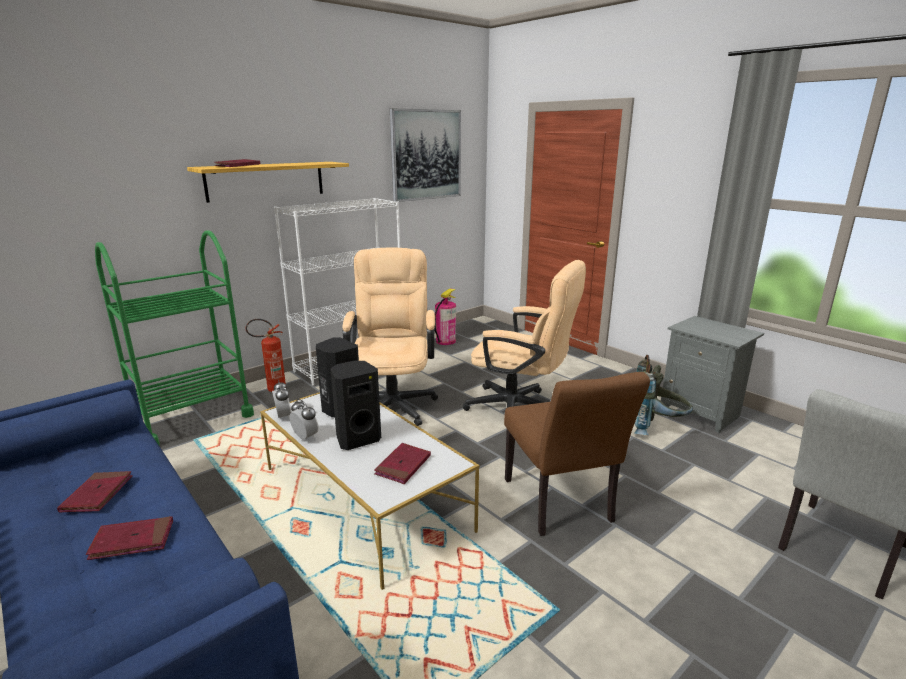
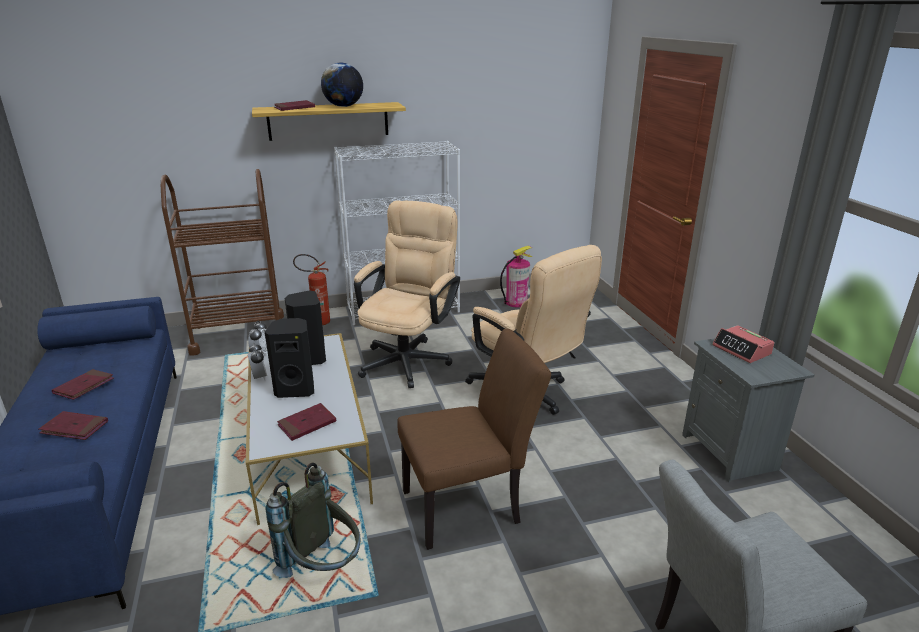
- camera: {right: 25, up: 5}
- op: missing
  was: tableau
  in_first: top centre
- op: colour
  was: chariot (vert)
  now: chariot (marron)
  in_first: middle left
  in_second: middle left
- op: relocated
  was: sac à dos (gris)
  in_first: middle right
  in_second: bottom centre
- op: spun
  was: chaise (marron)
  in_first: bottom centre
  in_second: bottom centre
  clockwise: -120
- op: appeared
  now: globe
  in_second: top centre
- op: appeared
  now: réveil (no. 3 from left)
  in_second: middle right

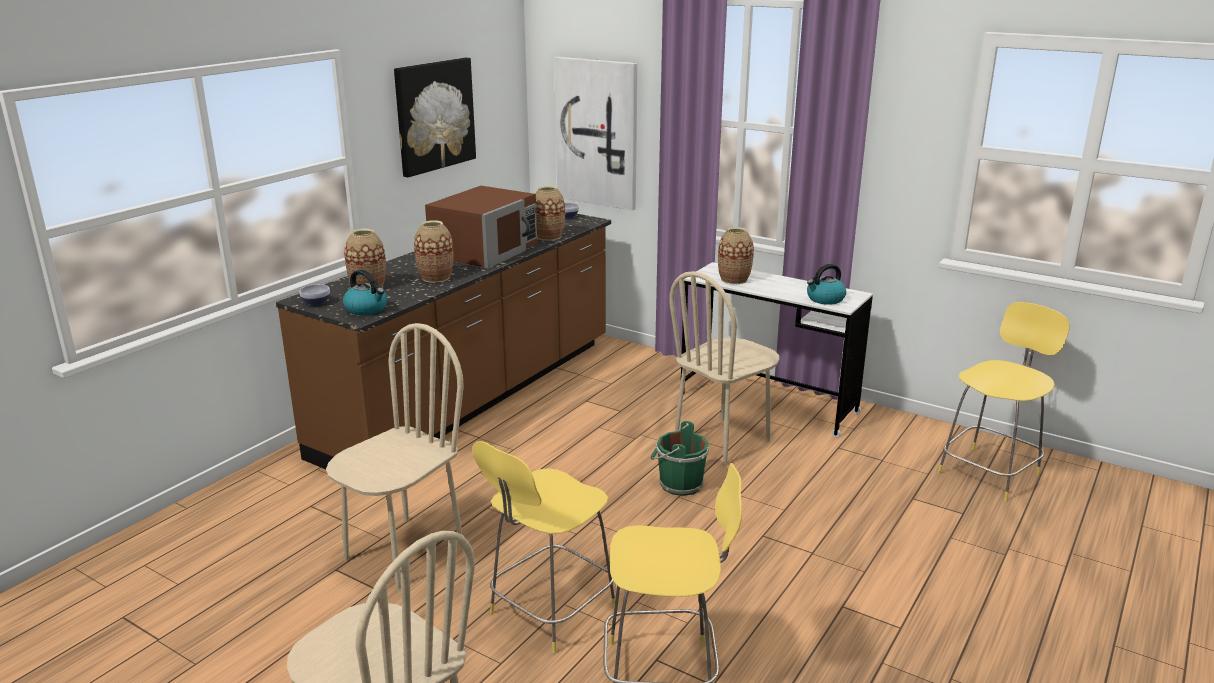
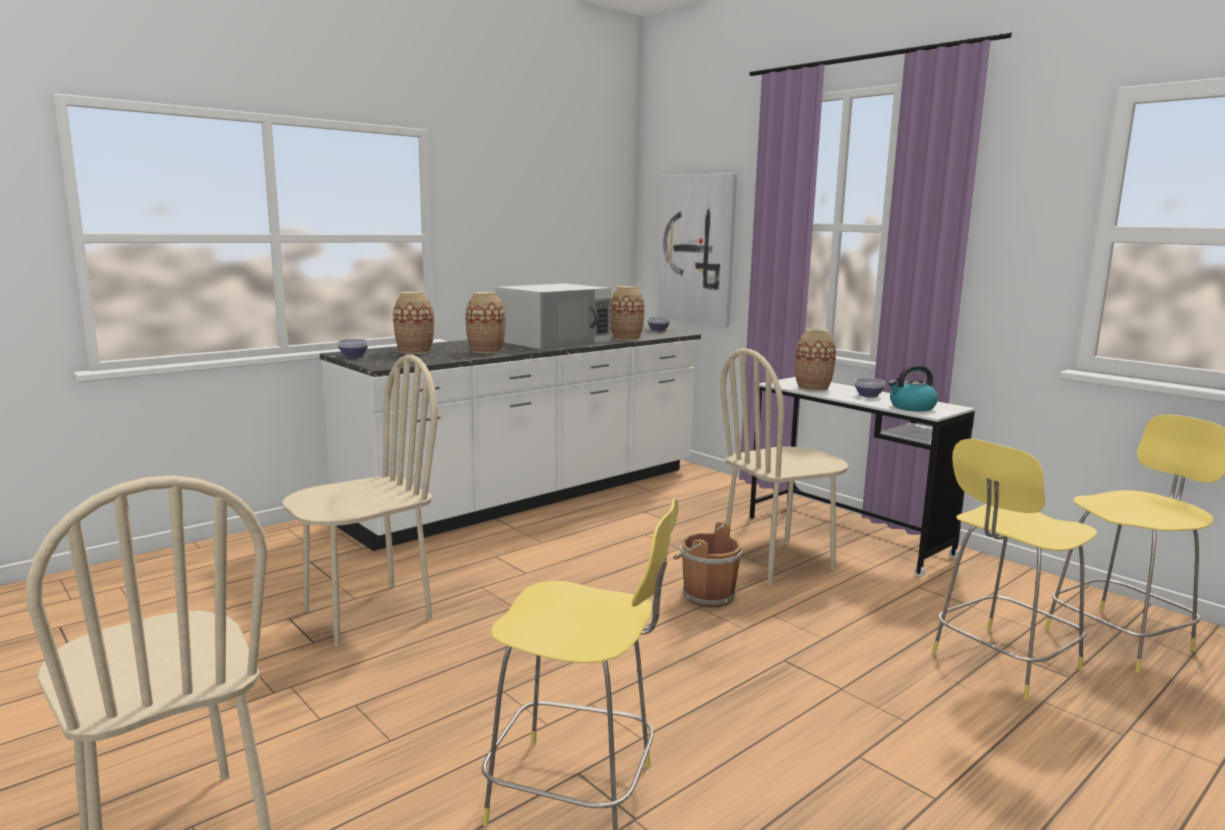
- camera: {right: 15, up: -10}
- op: missing
  was: tableau (no. 1 from left)
  in_first: top centre
- op: colour
  was: micro-ondes (marron)
  now: micro-ondes (blanc)
  in_first: top centre
  in_second: centre
- op: colour
  was: comptoir de cuisine (marron)
  now: comptoir de cuisine (blanc)
  in_first: centre
  in_second: centre
- op: missing
  was: bouilloire (no. 1 from left)
  in_first: middle left
- op: colour
  was: seau (vert)
  now: seau (marron)
  in_first: bottom centre
  in_second: bottom centre
- op: relocated
  was: tabouret (jaune) (no. 1 from left in the first image)
  now: tabouret (jaune) (no. 2 from left)
  in_first: bottom centre
  in_second: bottom right
- op: appeared
  now: bol (no. 3 from left)
  in_second: middle right

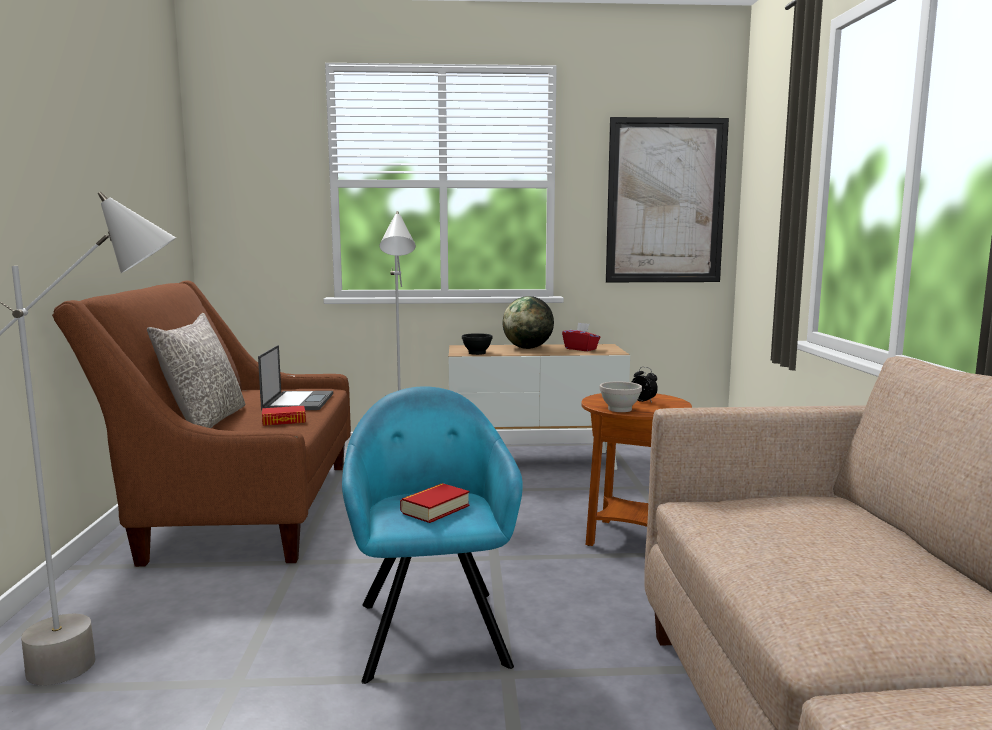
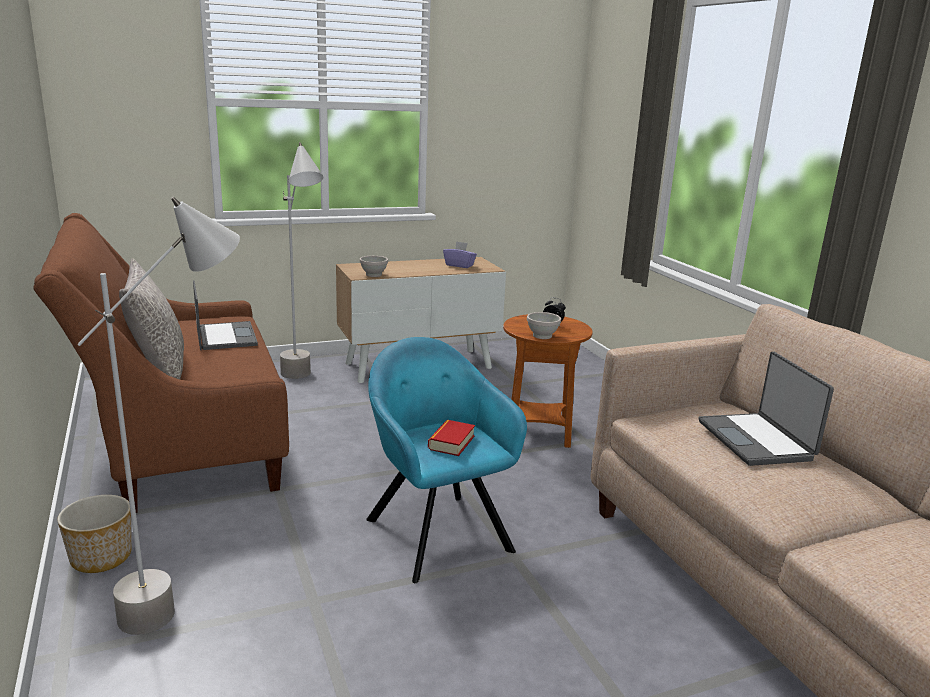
- camera: {right: -20, up: 10}
- op: missing
  was: tableau
  in_first: top right
- op: missing
  was: globe
  in_first: centre
- op: colour
  was: boîte à mouchoirs (rouge)
  now: boîte à mouchoirs (violet)
  in_first: centre
  in_second: centre
- op: colour
  was: bol (noir)
  now: bol (blanc) (no. 1 from left)
  in_first: centre
  in_second: centre
- op: missing
  was: livre (no. 1 from left)
  in_first: middle left
- op: appeared
  now: ordinateur portable (no. 2 from left)
  in_second: middle right
- op: appeared
  now: cache-pot
  in_second: bottom left

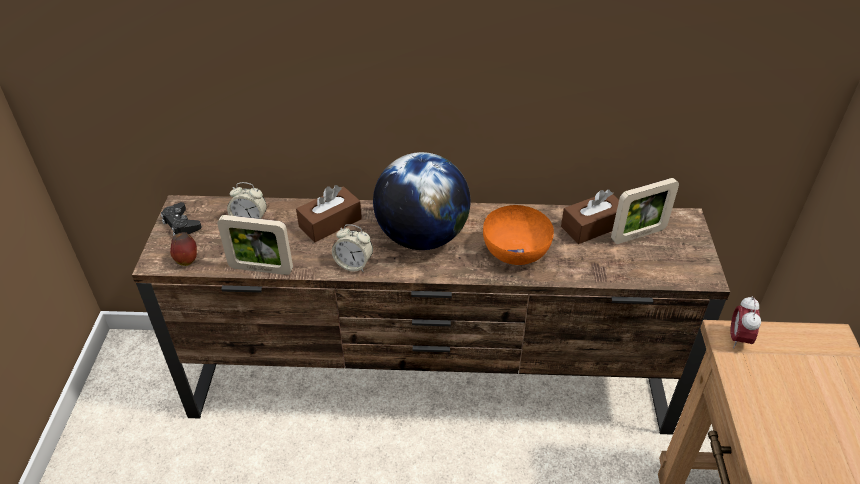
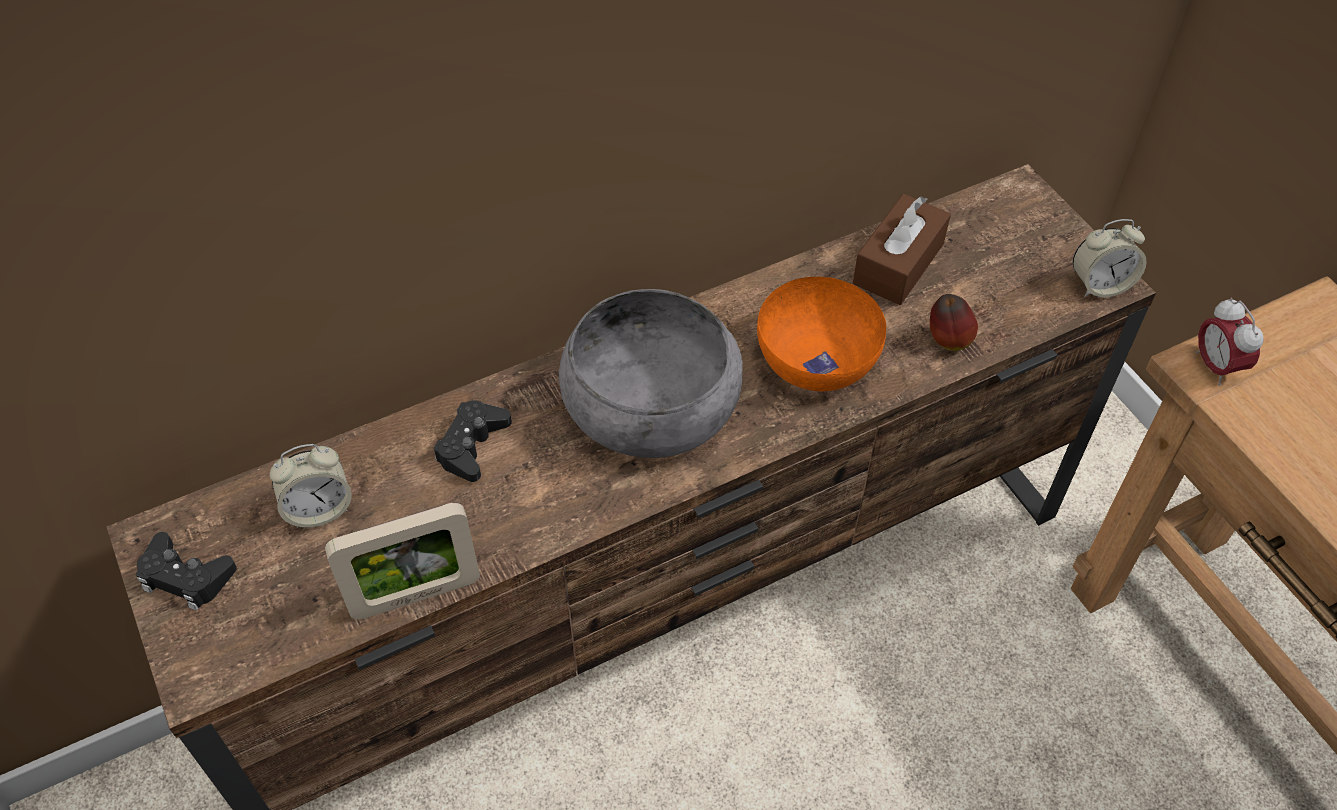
- camera: {right: -30, up: 10}
- op: exchanged
  was: globe
  now: bol (gris)
  in_first: centre
  in_second: centre
- op: missing
  was: cadre photo (no. 2 from left)
  in_first: middle right
- op: exchanged
  was: boîte à mouchoirs (marron) (no. 1 from left)
  now: manette (noir) (no. 2 from left)
  in_first: centre
  in_second: centre
- op: relocated
  was: réveil (no. 2 from left)
  in_first: centre
  in_second: top right
- op: relocated
  was: pomme
  in_first: middle left
  in_second: middle right

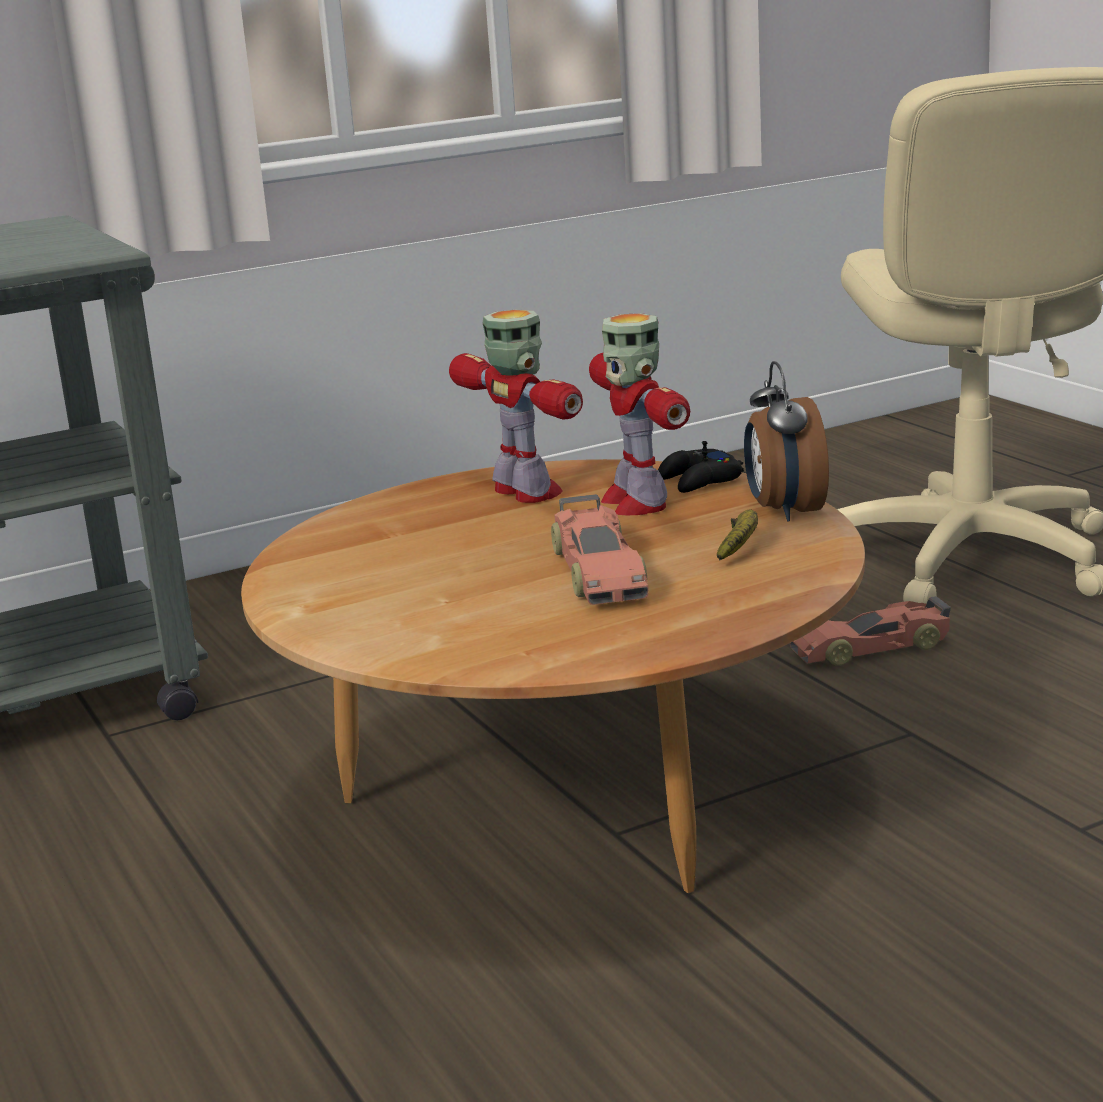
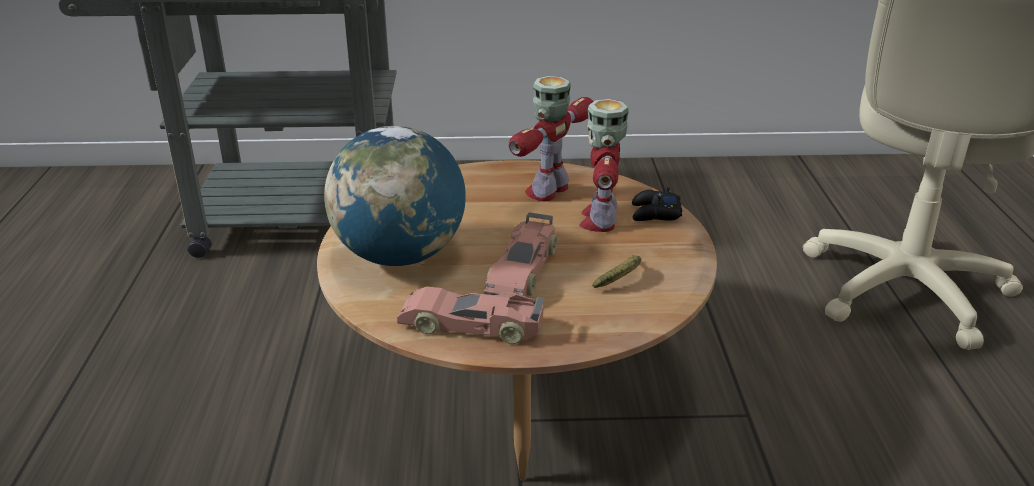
- camera: {right: 25, up: 10}
- op: spun
  was: robot jouet (no. 1 from left)
  in_first: centre
  in_second: top centre
  clockwise: -135
- op: missing
  was: réveil
  in_first: middle right
- op: relocated
  was: petite voiture (no. 2 from left in the first image)
  now: petite voiture (no. 1 from left)
  in_first: middle right
  in_second: centre
- op: appeared
  now: globe
  in_second: centre

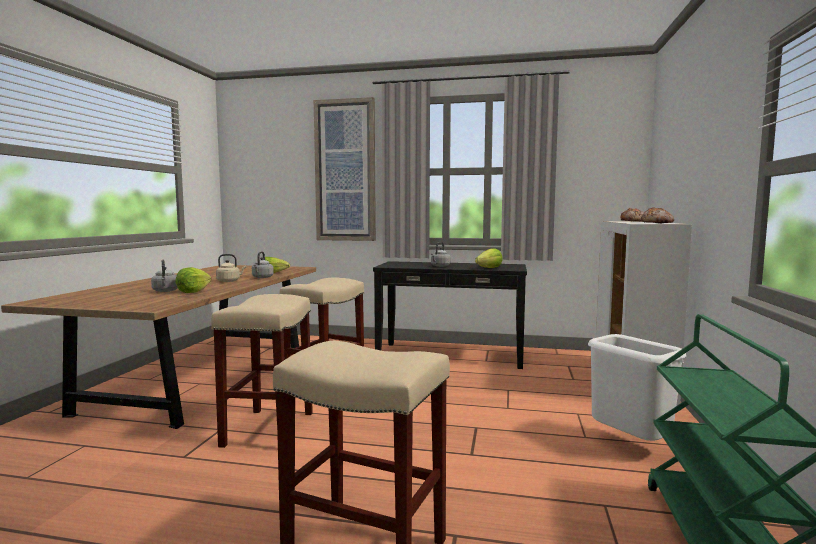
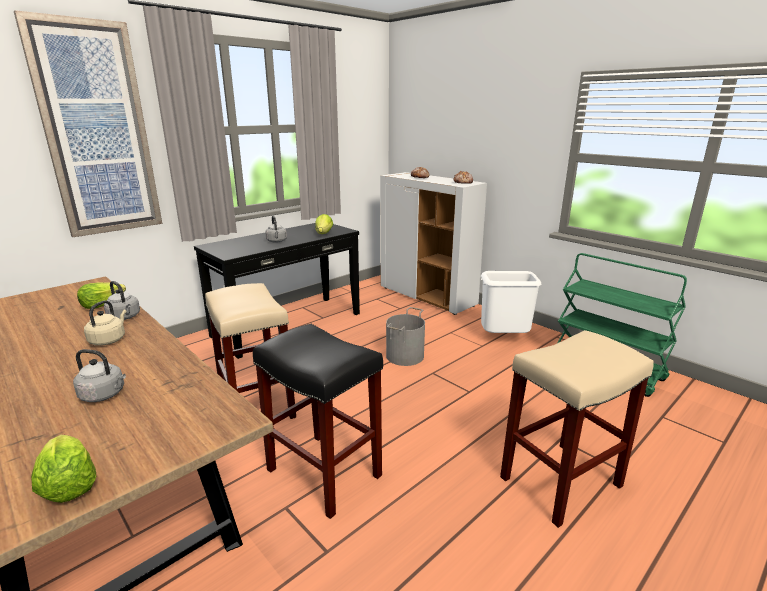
- camera: {right: -55, up: 15}
- op: relocated
  was: laitue (no. 1 from left)
  in_first: middle left
  in_second: bottom left
- op: colour
  was: tabouret (beige) (no. 1 from left)
  now: tabouret (noir)
  in_first: bottom left
  in_second: bottom centre
- op: appeared
  now: seau (gris)
  in_second: centre

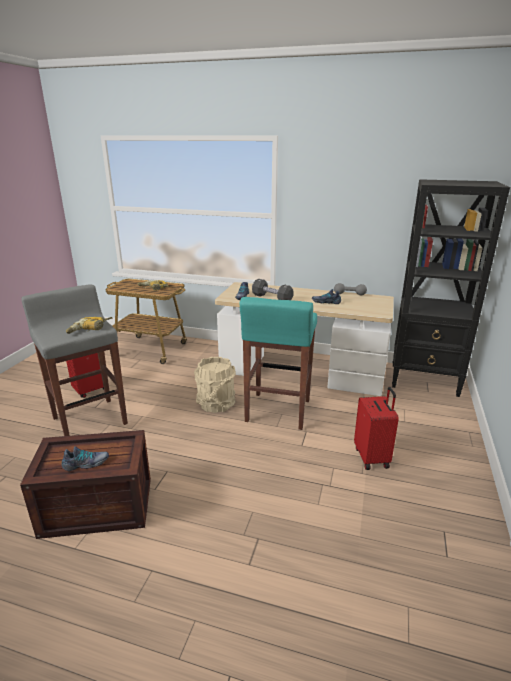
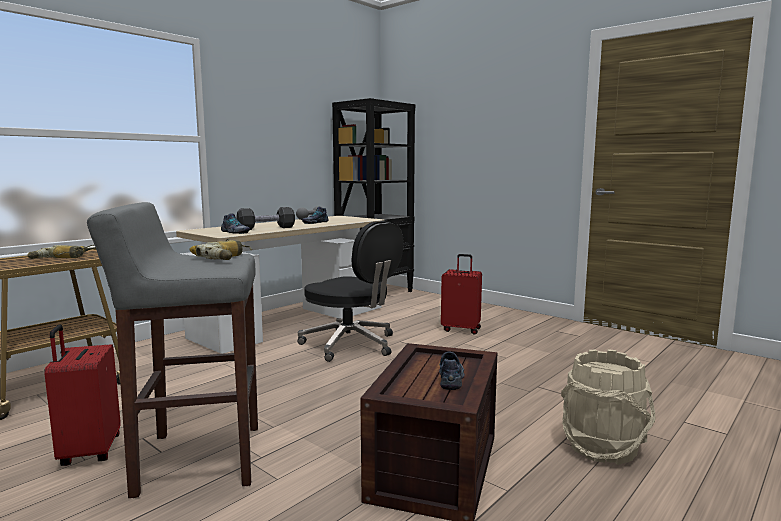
- camera: {right: -65, up: -15}
- op: exchanged
  was: tabouret (turquoise)
  now: chaise de bureau (noir)
  in_first: centre
  in_second: centre
- op: relocated
  was: seau (beige)
  in_first: centre
  in_second: bottom right

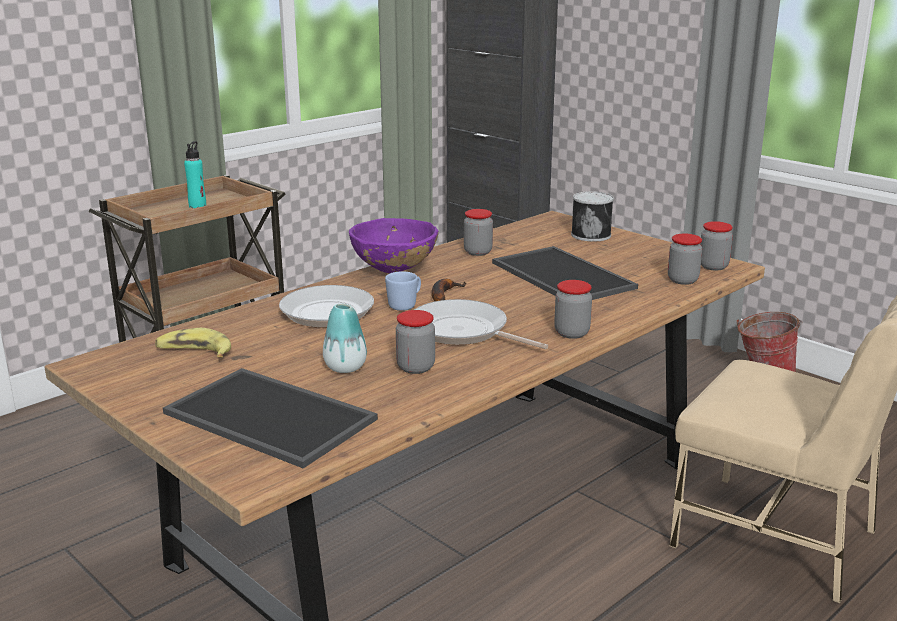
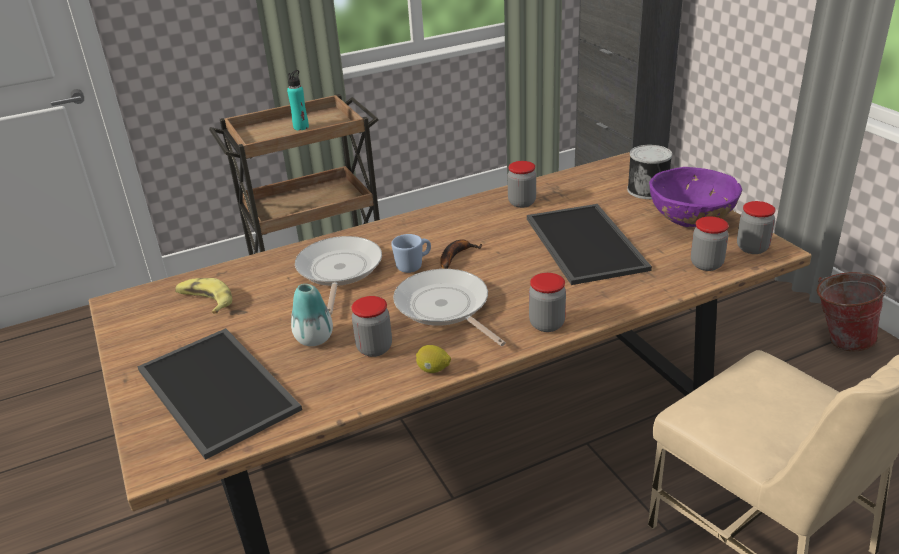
- camera: {right: 20, up: 10}
- op: relocated
  was: bol (violet)
  in_first: centre
  in_second: middle right
- op: appeared
  now: citron
  in_second: centre

